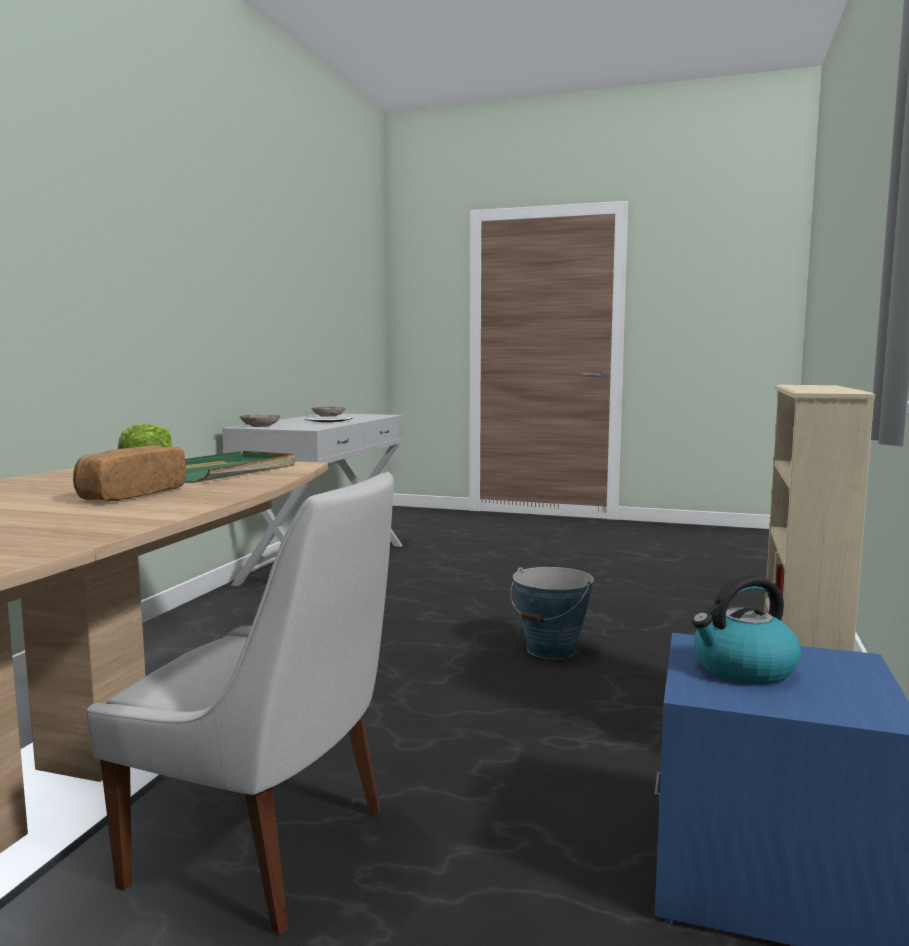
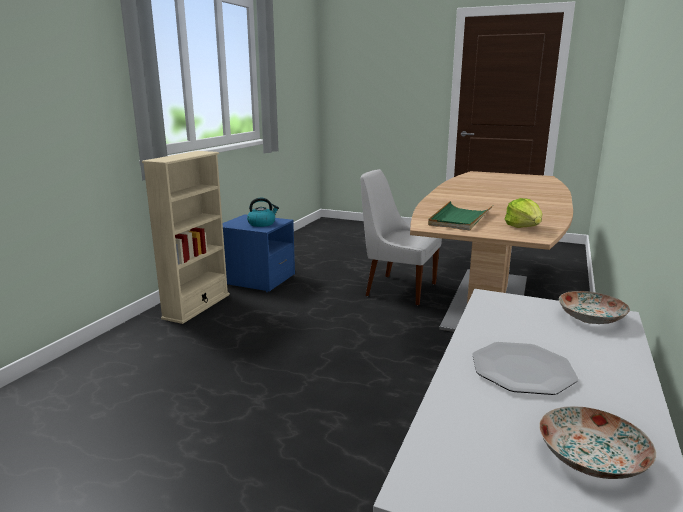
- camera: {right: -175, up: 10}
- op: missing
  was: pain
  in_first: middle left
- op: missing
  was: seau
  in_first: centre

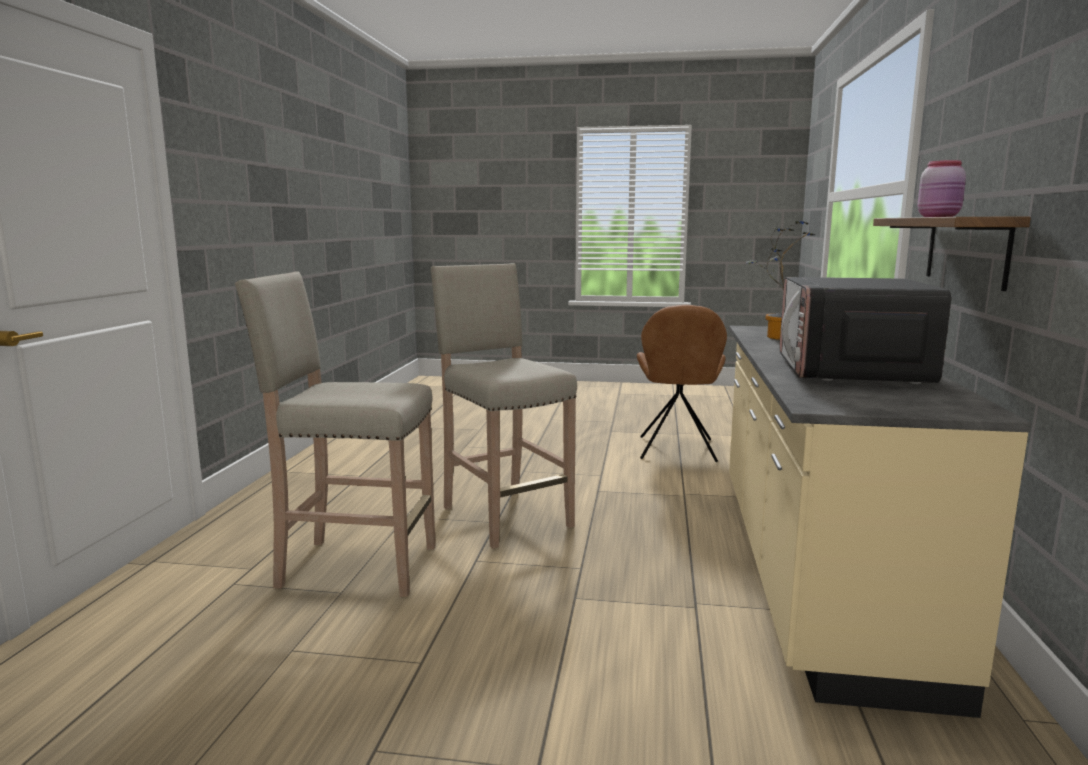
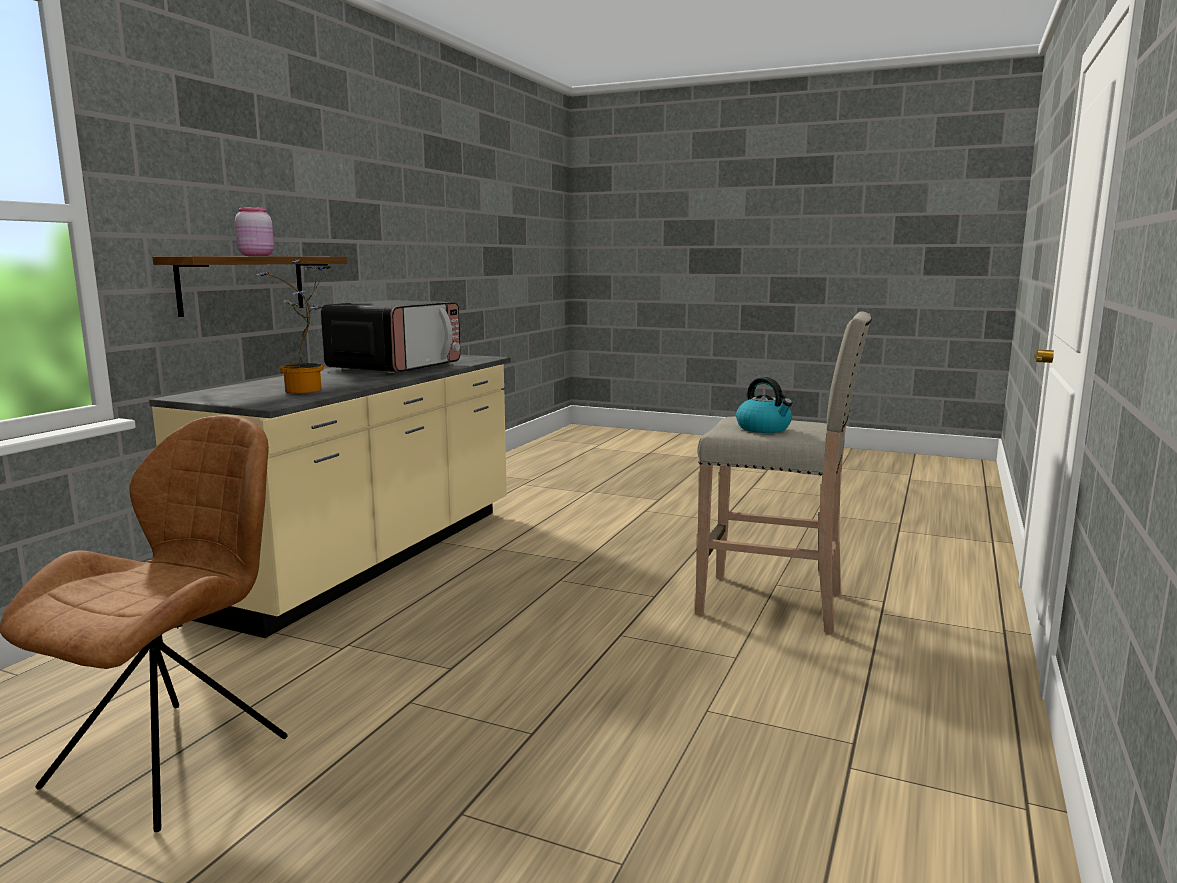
- camera: {right: -165, up: 0}
- op: missing
  was: tabouret (beige) (no. 2 from left)
  in_first: centre
- op: appeared
  now: bouilloire
  in_second: centre

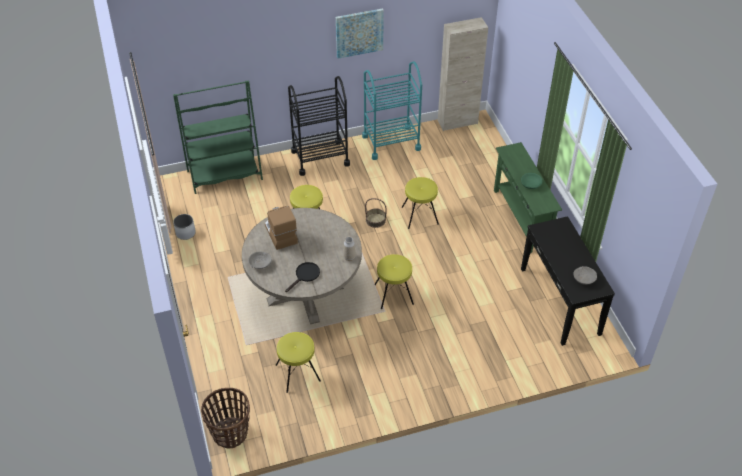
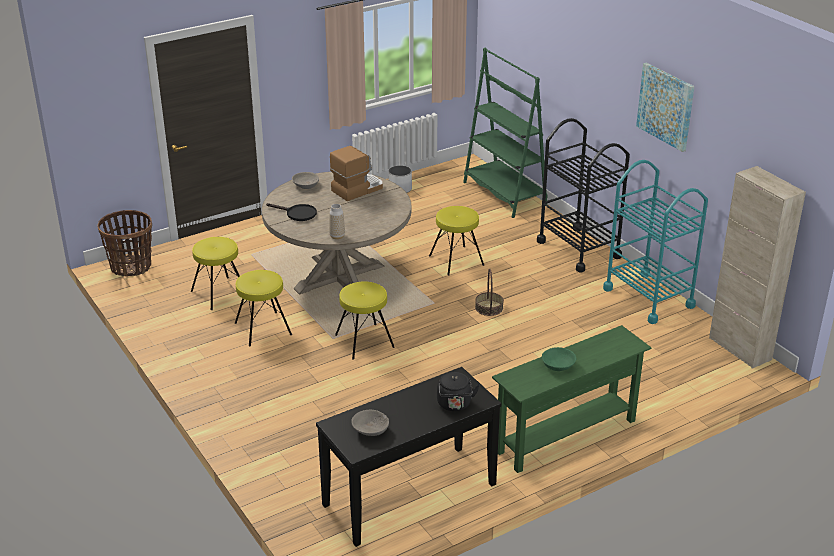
- camera: {right: 75, up: -15}
- op: relocated
  was: tabouret (jaune) (no. 4 from left in the first image)
  now: tabouret (jaune) (no. 2 from left)
  in_first: centre
  in_second: middle left
- op: appeared
  now: bouilloire (noir)
  in_second: bottom centre

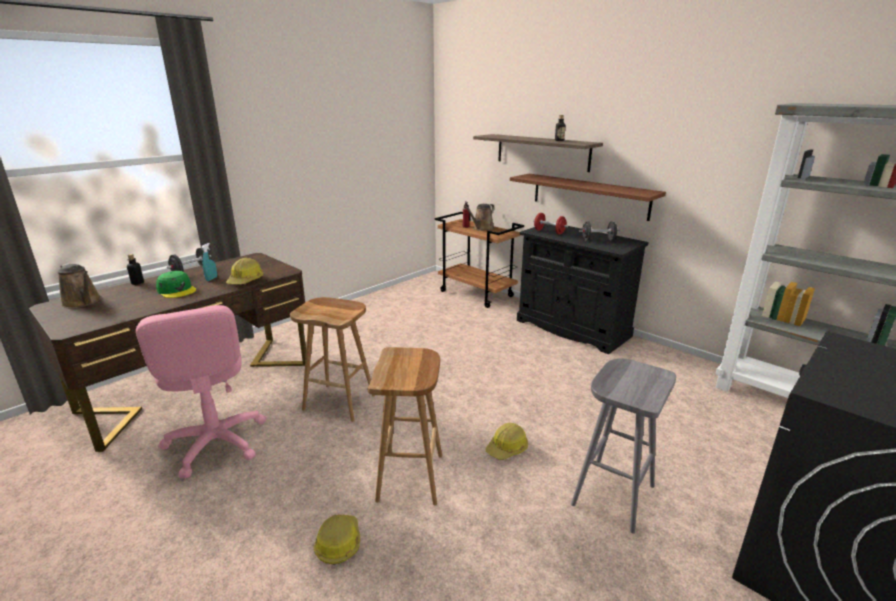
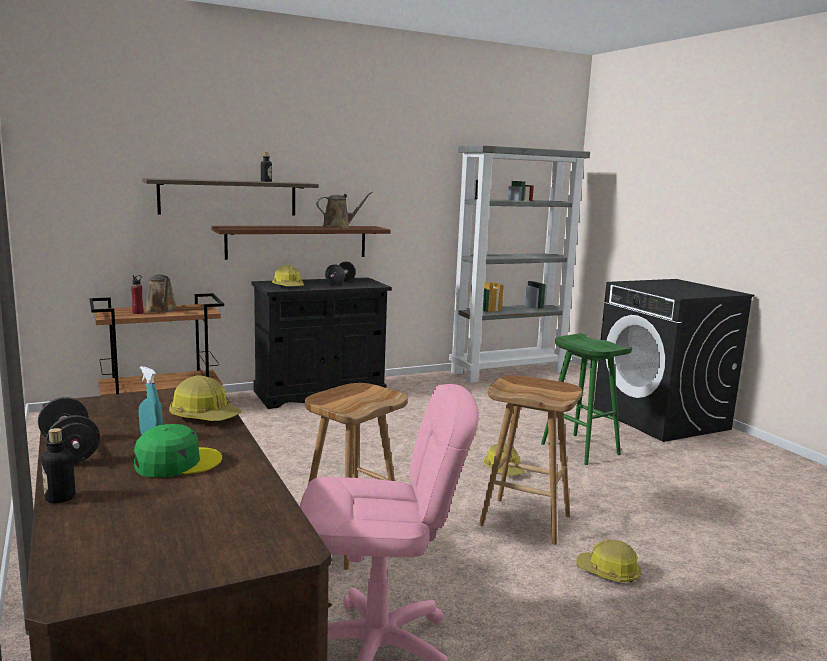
- camera: {right: -70, up: -10}
- op: exchanged
  was: haltère (rouge)
  now: casque de chantier (no. 2 from left)
  in_first: centre
  in_second: centre
- op: relocated
  was: arrosoir (marron) (no. 1 from left in the first image)
  now: arrosoir (marron) (no. 2 from left)
  in_first: middle left
  in_second: top centre
- op: colour
  was: tabouret (gris)
  now: tabouret (vert)
  in_first: bottom right
  in_second: middle right

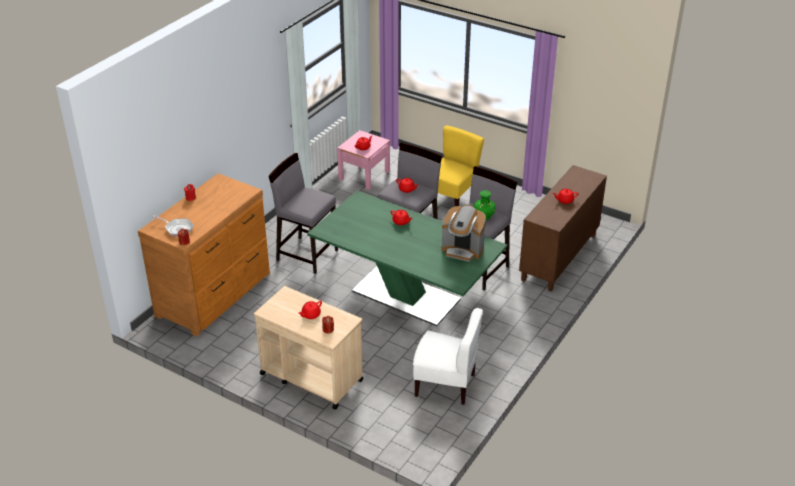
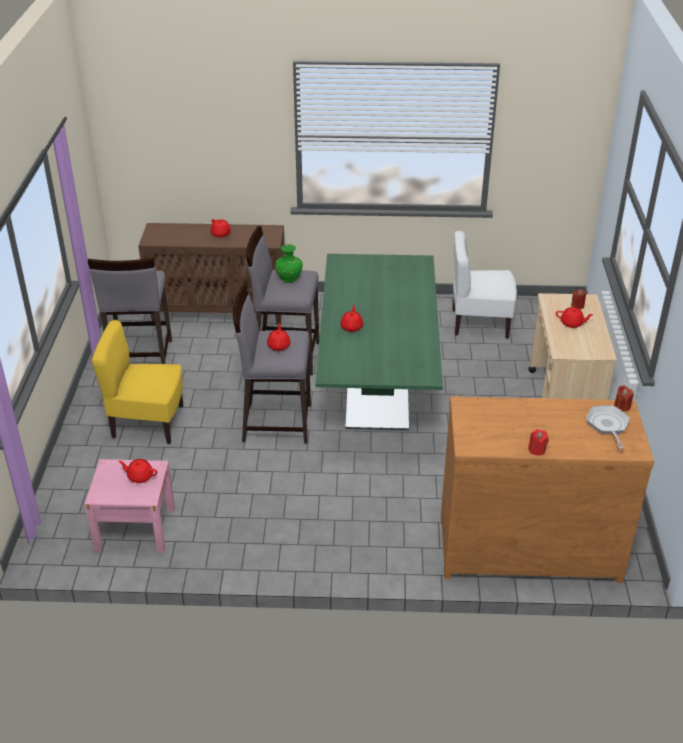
- camera: {right: -120, up: 0}
- op: relocated
  was: tabouret (gris) (no. 1 from left)
  in_first: centre
  in_second: middle left
- op: missing
  was: machine à café
  in_first: centre
- op: spun
  was: chaise (blanc)
  in_first: bottom centre
  in_second: middle right
  clockwise: -75

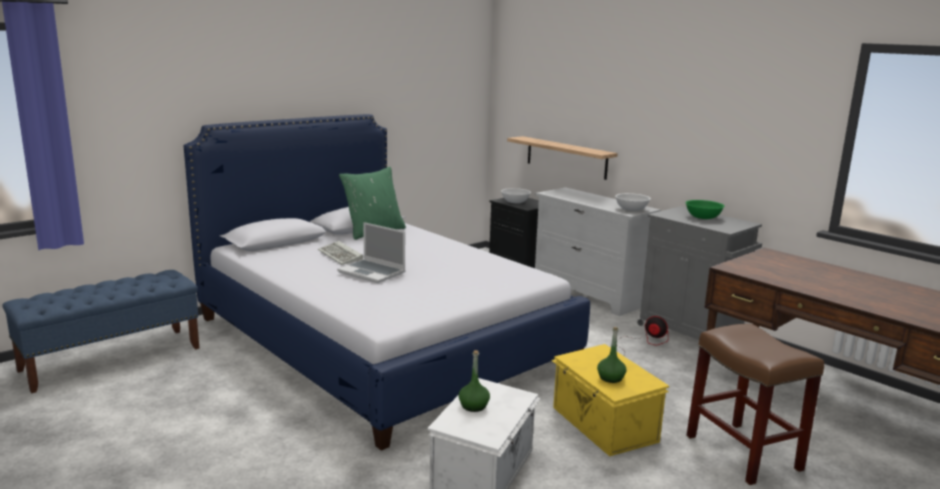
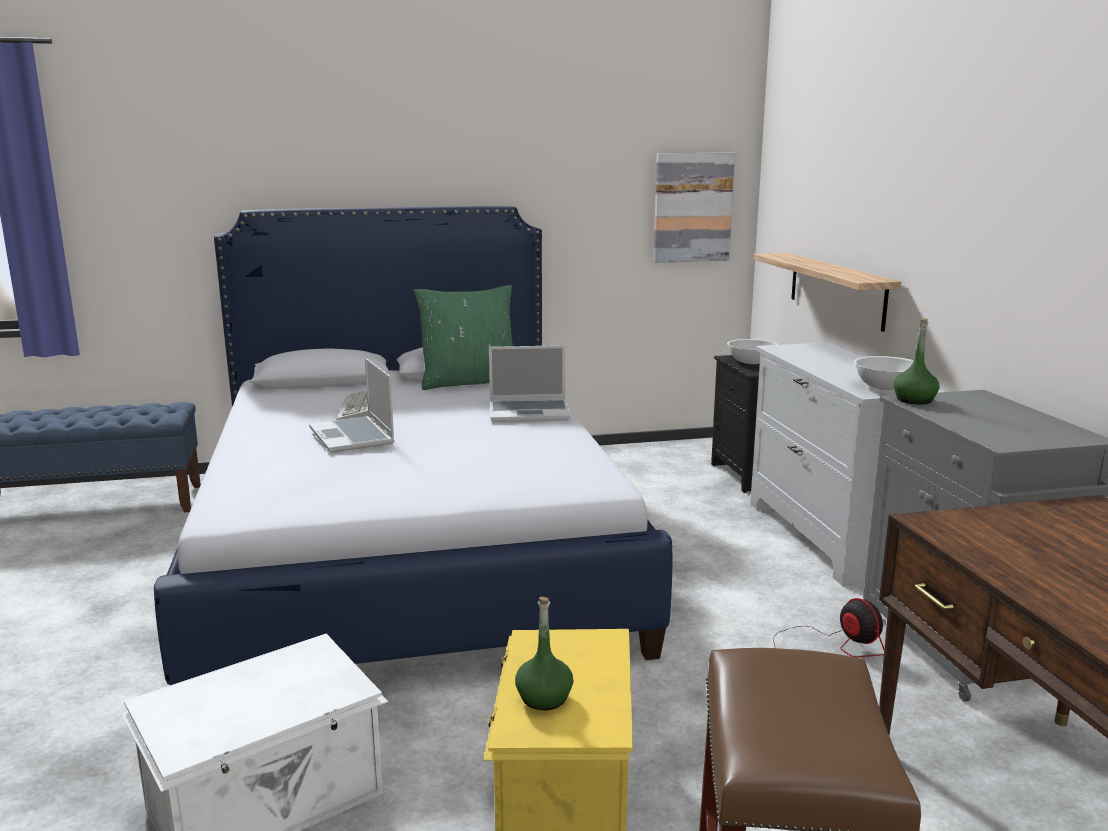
- camera: {right: 30, up: 0}
- op: missing
  was: bol (vert)
  in_first: middle right
- op: relocated
  was: bouteille (vert) (no. 1 from left in the first image)
  now: bouteille (vert) (no. 2 from left)
  in_first: bottom centre
  in_second: middle right
- op: appeared
  now: tableau
  in_second: top centre
- op: appeared
  now: ordinateur portable (no. 2 from left)
  in_second: centre

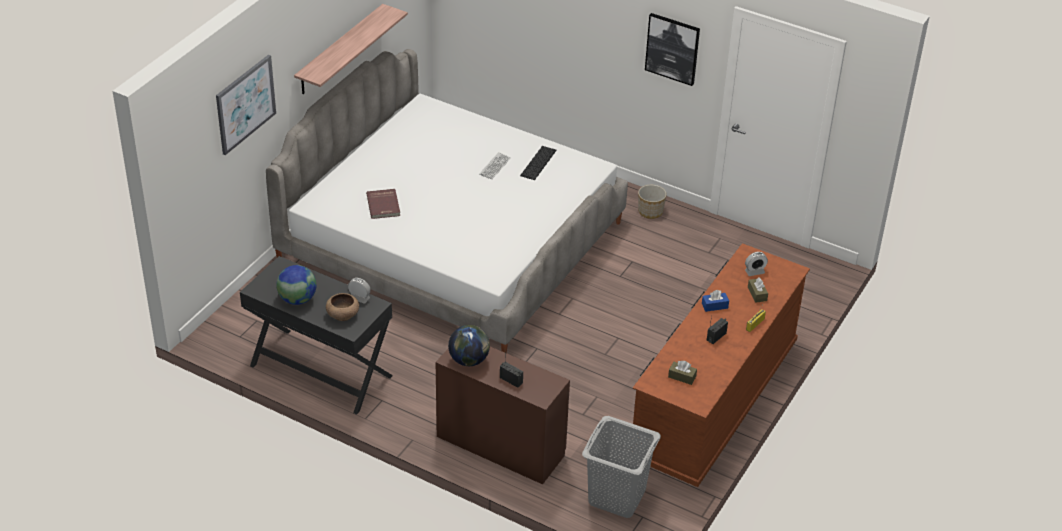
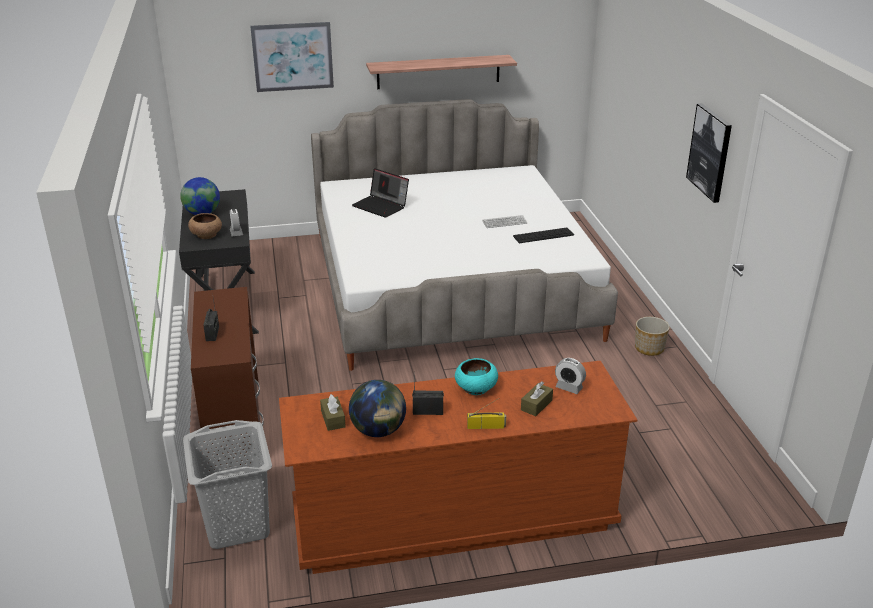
- camera: {right: 50, up: -10}
- op: exchanged
  was: livre (rouge)
  now: ordinateur portable
  in_first: centre
  in_second: top centre
- op: exchanged
  was: boîte à mouchoirs (bleu)
  now: bol (turquoise)
  in_first: middle right
  in_second: centre
- op: relocated
  was: globe (no. 2 from left)
  in_first: centre
  in_second: bottom centre

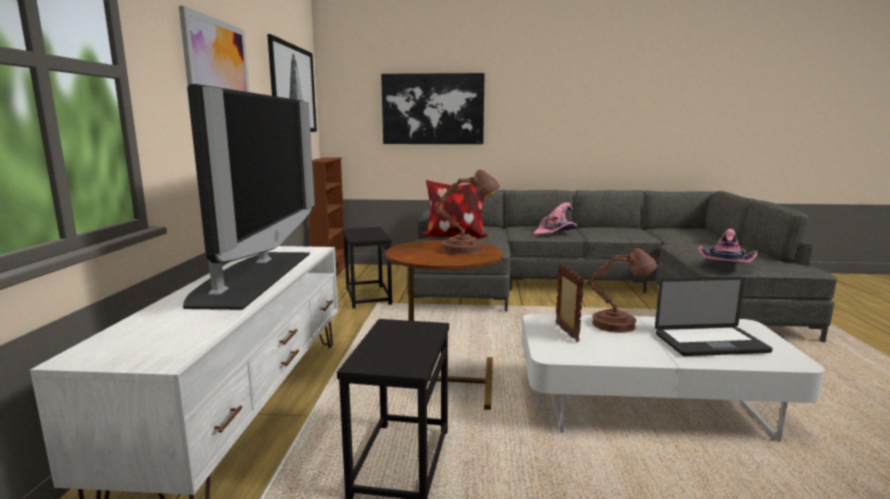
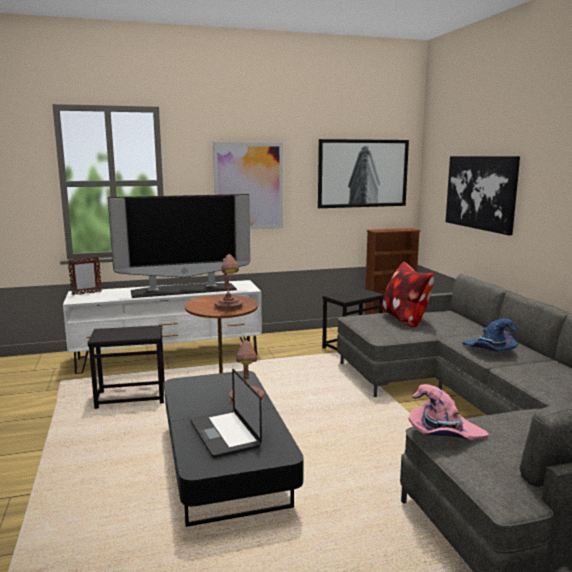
- camera: {right: 70, up: 0}
- op: colour
  was: chapeau (rose) (no. 1 from left)
  now: chapeau (bleu)
  in_first: centre
  in_second: middle right
- op: relocated
  was: cadre photo
  in_first: centre
  in_second: middle left
- op: colour
  was: table basse (blanc)
  now: table basse (noir)
  in_first: bottom right
  in_second: bottom centre

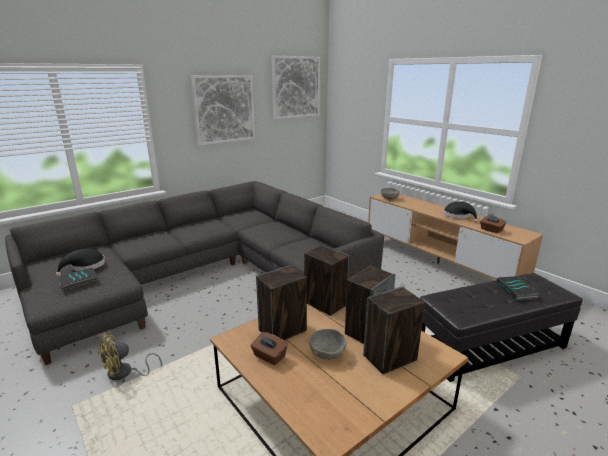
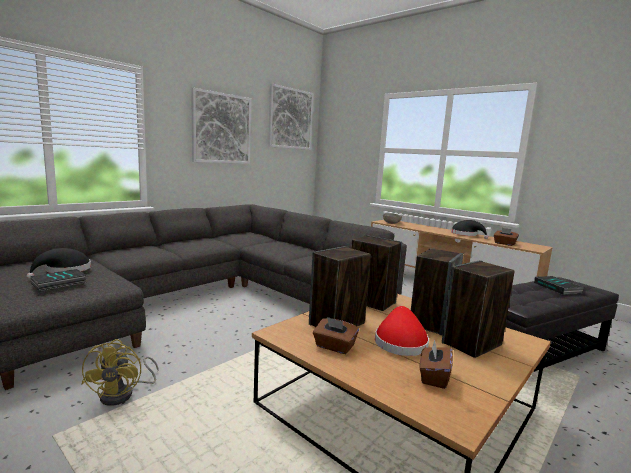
- camera: {right: -10, up: -10}
- op: exchanged
  was: bol (gris) (no. 1 from left)
  now: chapeau (rouge)
  in_first: bottom centre
  in_second: bottom centre
- op: spun
  was: ventilateur (jaune)
  in_first: bottom left
  in_second: bottom left
  clockwise: -45
- op: appeared
  now: boîte à mouchoirs (marron) (no. 2 from left)
  in_second: bottom right

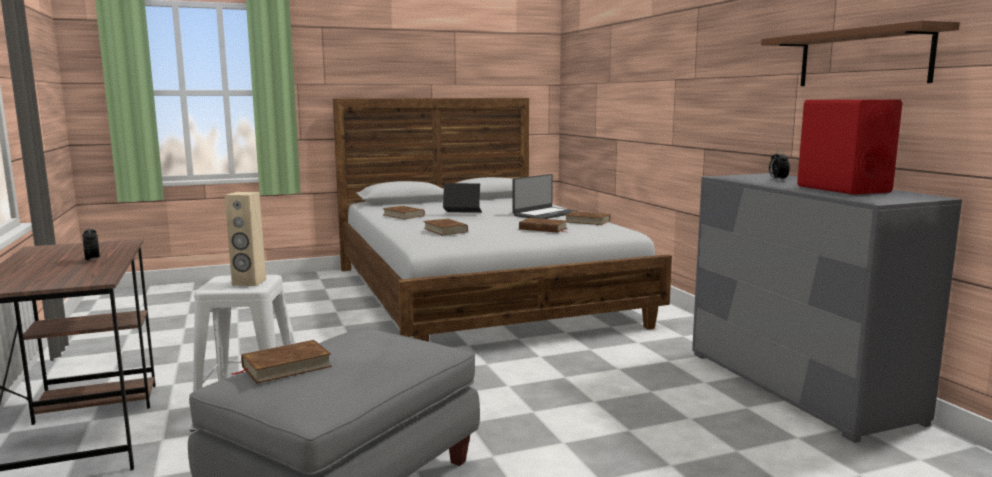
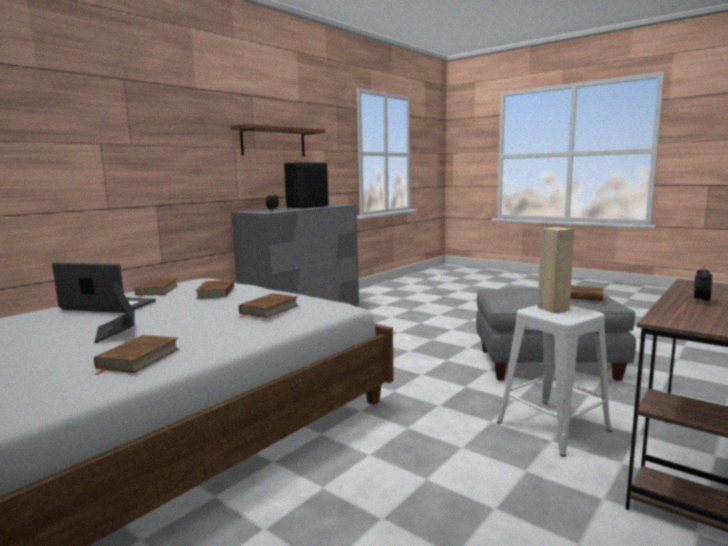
- camera: {right: -120, up: 0}
- op: colour
  was: enceinte (rouge)
  now: enceinte (noir)
  in_first: top right
  in_second: centre

